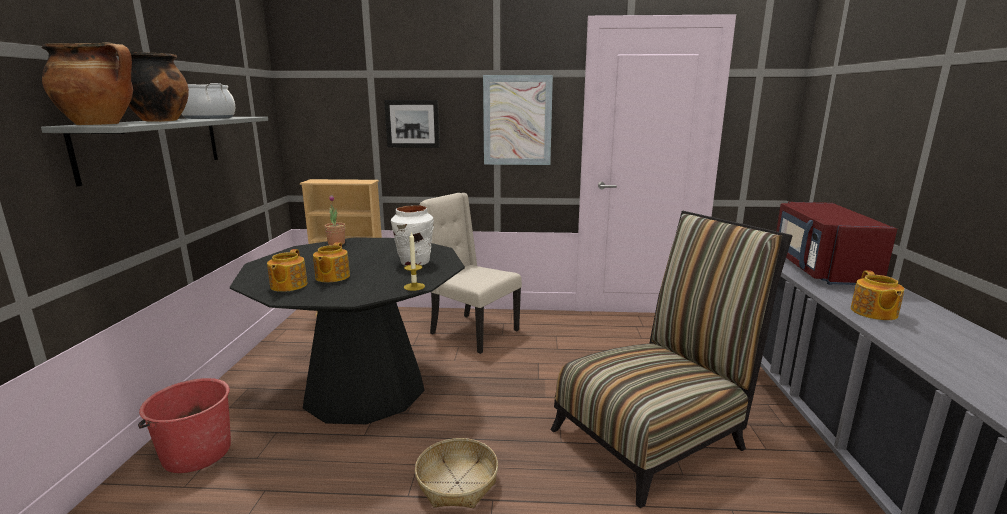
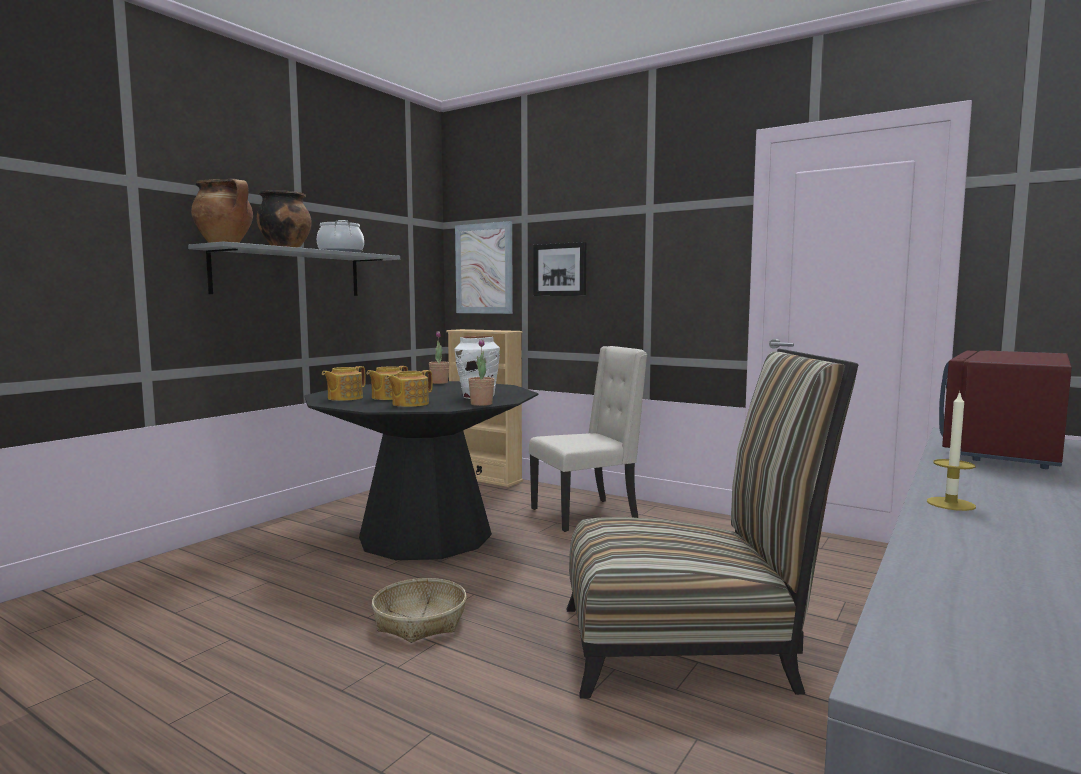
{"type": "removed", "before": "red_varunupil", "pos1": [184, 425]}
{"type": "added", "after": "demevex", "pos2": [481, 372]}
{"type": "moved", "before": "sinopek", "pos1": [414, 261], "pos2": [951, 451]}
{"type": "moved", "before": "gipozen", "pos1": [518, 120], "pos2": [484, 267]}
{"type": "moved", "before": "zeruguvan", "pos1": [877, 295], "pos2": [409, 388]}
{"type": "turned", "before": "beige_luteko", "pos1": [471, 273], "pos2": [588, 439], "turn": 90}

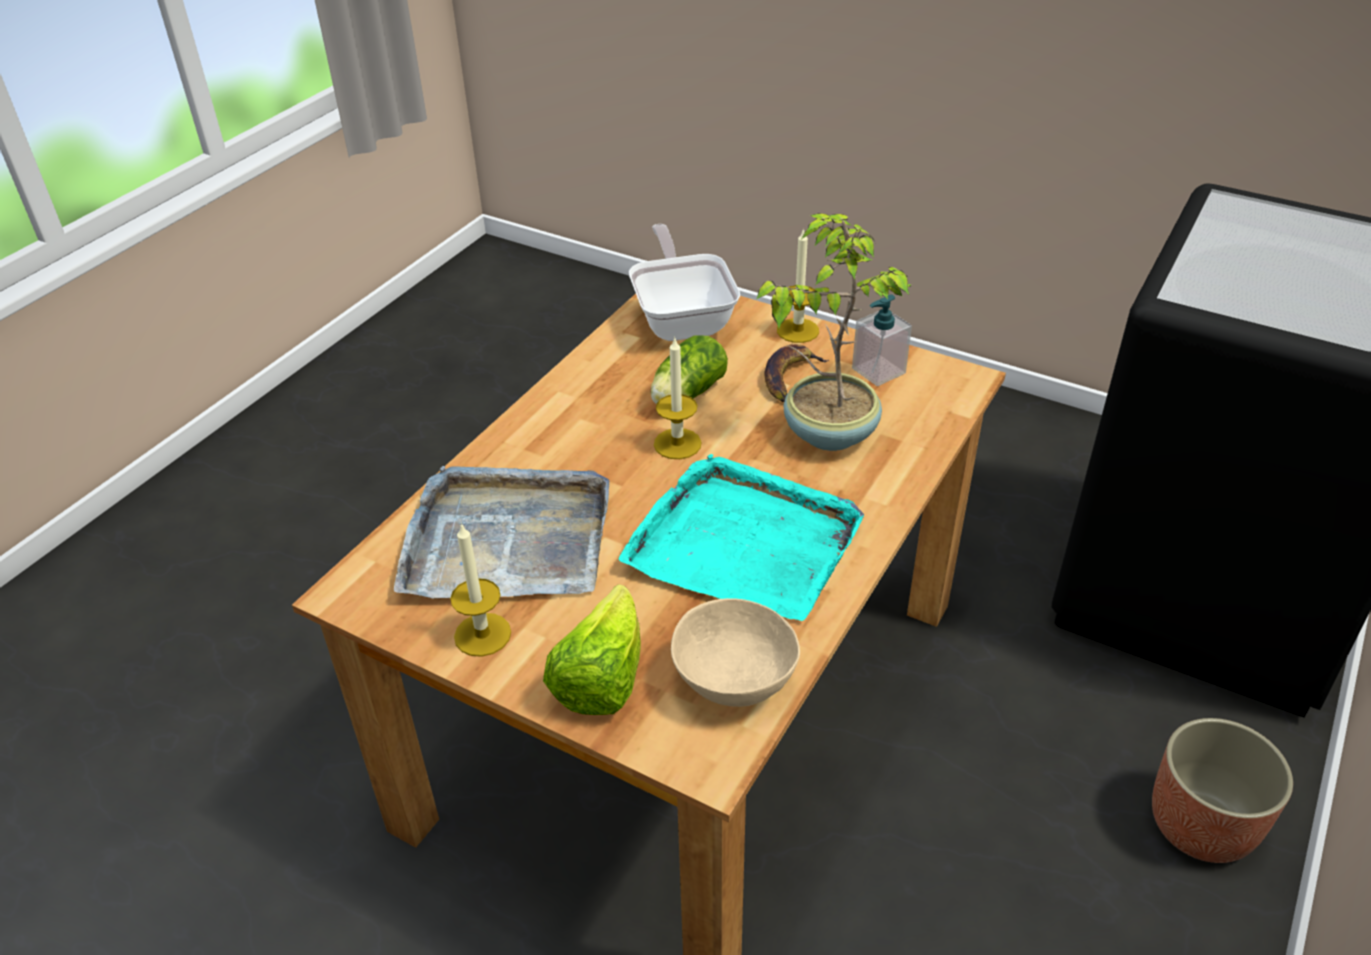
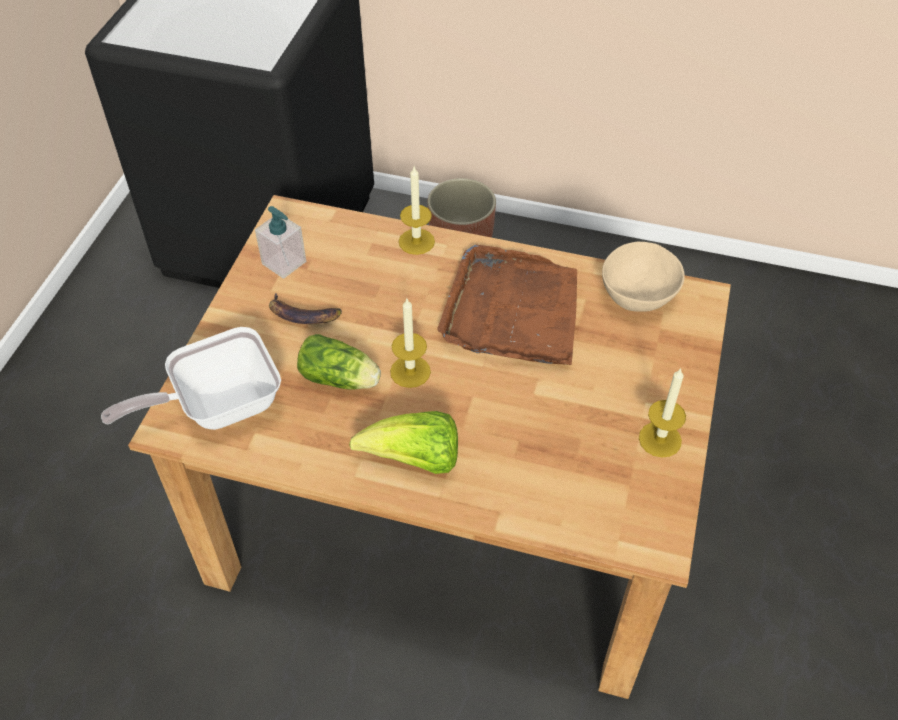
{"type": "removed", "before": "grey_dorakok", "pos1": [501, 532]}
{"type": "removed", "before": "demevex", "pos1": [833, 332]}
{"type": "moved", "before": "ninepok", "pos1": [592, 650], "pos2": [403, 442]}
{"type": "moved", "before": "sinopek", "pos1": [798, 285], "pos2": [417, 211]}
{"type": "recoloured", "before": "turquoise_dorakok", "after": "brown_dorakok", "pos1": [741, 537], "pos2": [507, 305]}

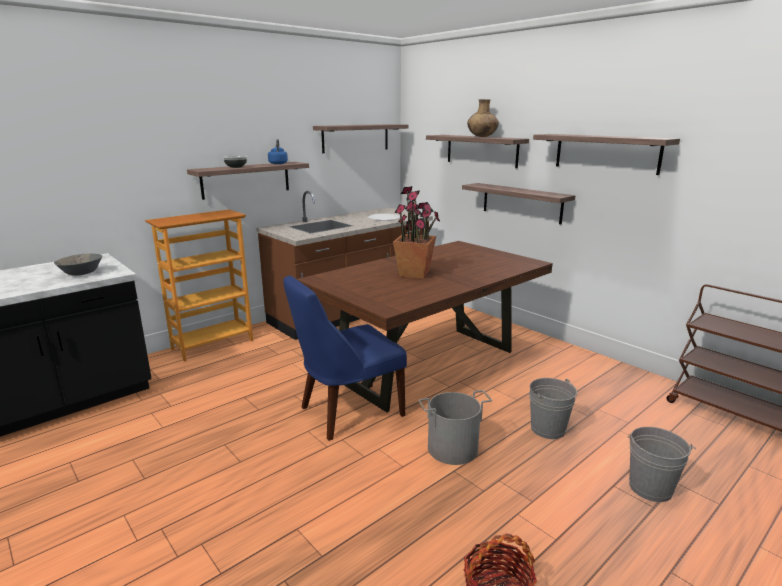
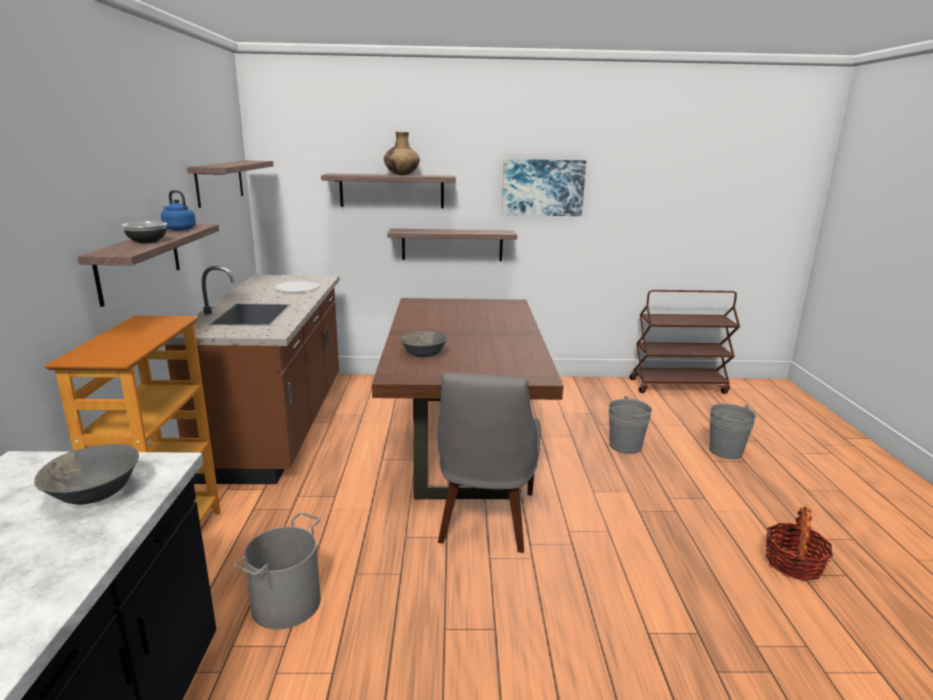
{"type": "removed", "before": "demevex", "pos1": [416, 232]}
{"type": "added", "after": "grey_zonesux", "pos2": [424, 344]}
{"type": "moved", "before": "grey_varunupil", "pos1": [455, 427], "pos2": [277, 571]}
{"type": "replaced", "before": "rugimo", "after": "gipozen", "pos1": [606, 154], "pos2": [544, 187]}
{"type": "recoloured", "before": "blue_luteko", "after": "grey_luteko", "pos1": [345, 358], "pos2": [489, 463]}

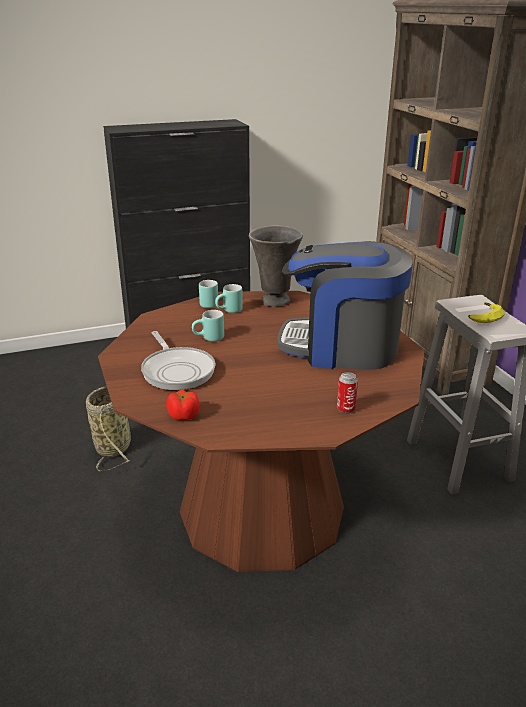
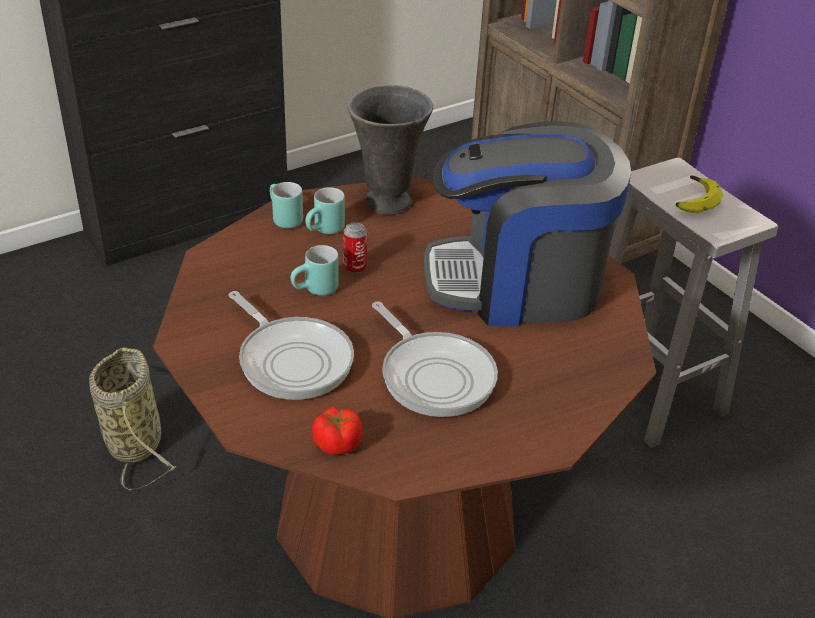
{"type": "added", "after": "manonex", "pos2": [435, 359]}
{"type": "moved", "before": "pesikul", "pos1": [347, 393], "pos2": [355, 248]}

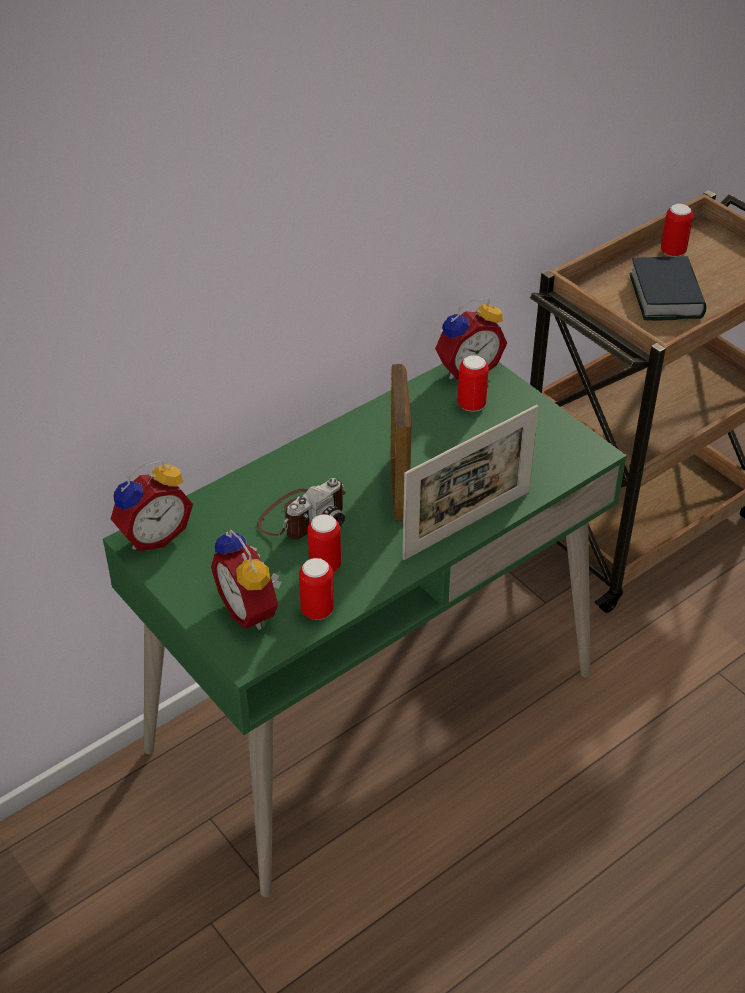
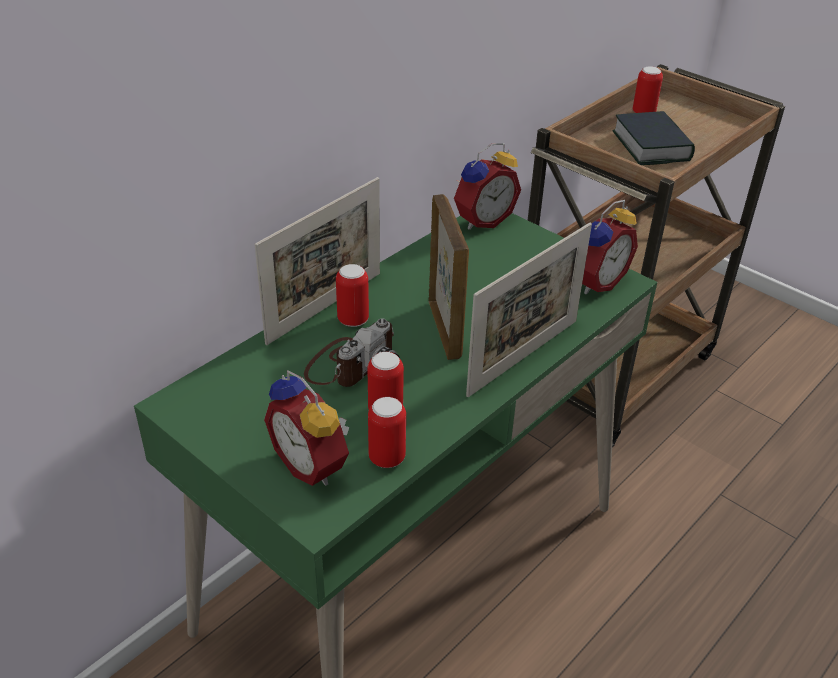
{"type": "added", "after": "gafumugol", "pos2": [317, 261]}
{"type": "moved", "before": "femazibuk", "pos1": [152, 505], "pos2": [610, 247]}
{"type": "moved", "before": "pesikul", "pos1": [473, 383], "pos2": [352, 295]}

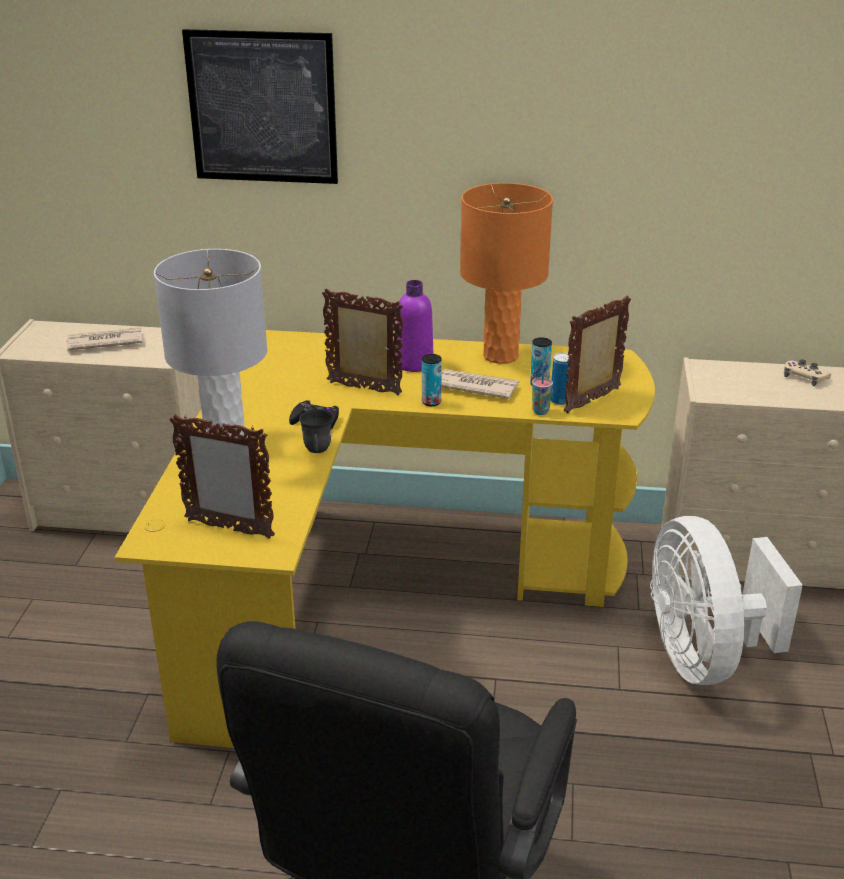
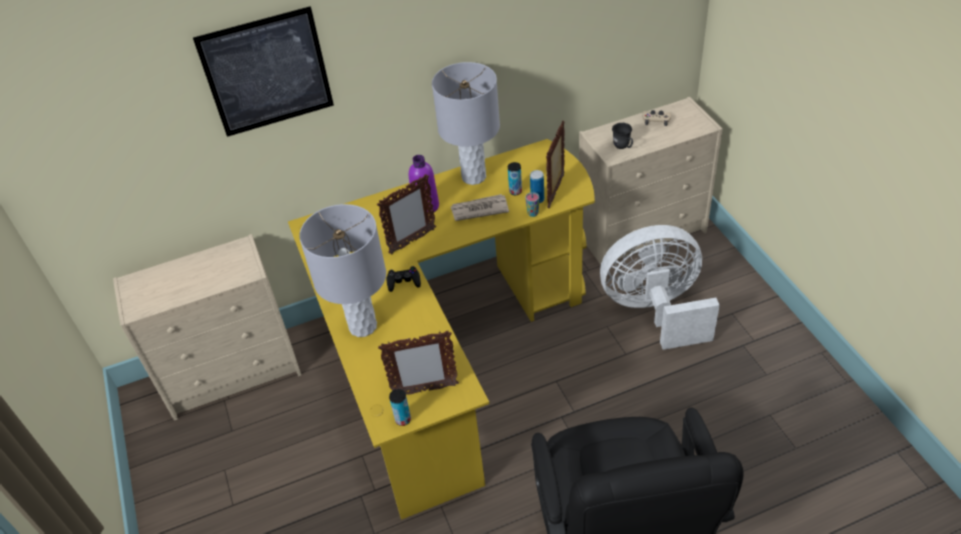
{"type": "removed", "before": "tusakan", "pos1": [104, 339]}
{"type": "moved", "before": "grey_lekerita", "pos1": [316, 431], "pos2": [622, 136]}
{"type": "moved", "before": "pesikul", "pos1": [432, 380], "pos2": [400, 407]}
{"type": "recoloured", "before": "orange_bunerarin", "after": "grey_bunerarin", "pos1": [506, 273], "pos2": [466, 123]}
{"type": "turned", "before": "gafumugol", "pos1": [362, 342], "pos2": [406, 214], "turn": 150}
{"type": "turned", "before": "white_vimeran", "pos1": [726, 600], "pos2": [660, 287], "turn": 120}

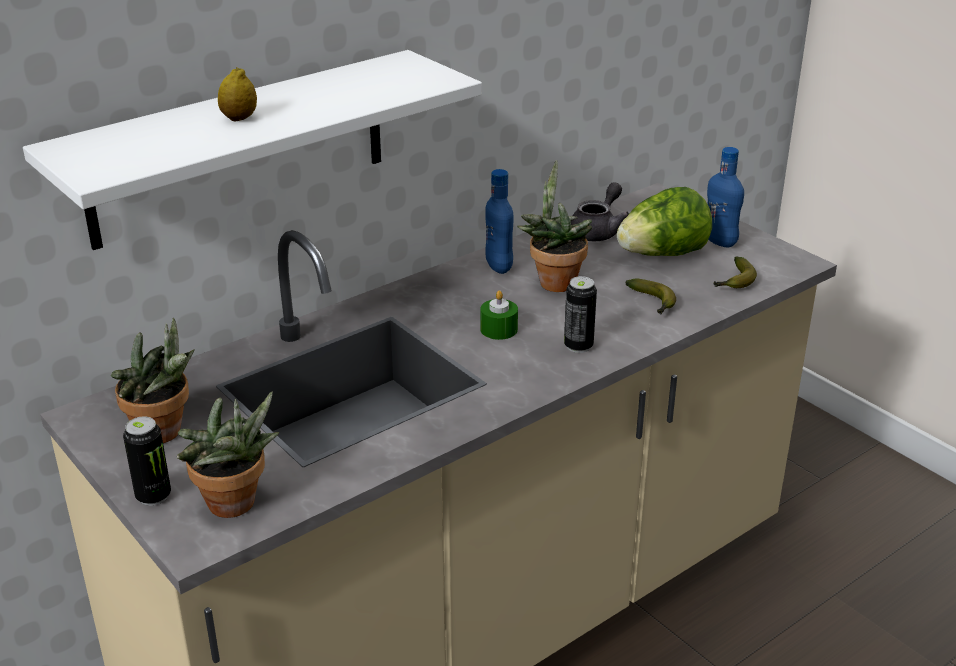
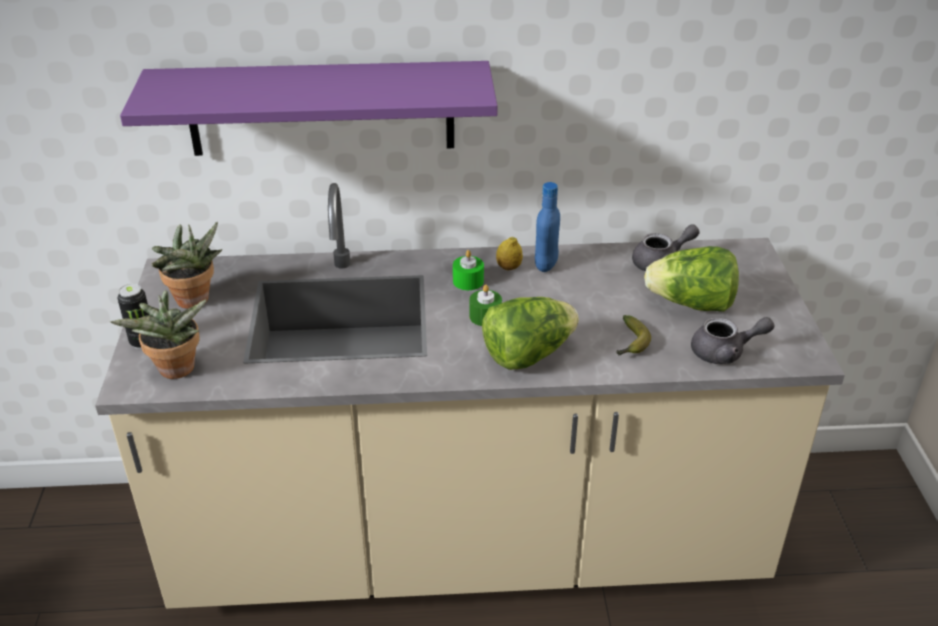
{"type": "removed", "before": "demevex", "pos1": [554, 226]}
{"type": "removed", "before": "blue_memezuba", "pos1": [725, 197]}
{"type": "added", "after": "green_sinopek", "pos2": [468, 270]}
{"type": "moved", "before": "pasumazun", "pos1": [237, 94], "pos2": [509, 254]}
{"type": "replaced", "before": "pesikul", "after": "ninepok", "pos1": [580, 314], "pos2": [530, 333]}
{"type": "replaced", "before": "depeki", "after": "grey_zeruguvan", "pos1": [735, 272], "pos2": [733, 340]}
{"type": "recoloured", "before": "white_rugimo", "after": "purple_rugimo", "pos1": [252, 150], "pos2": [309, 108]}

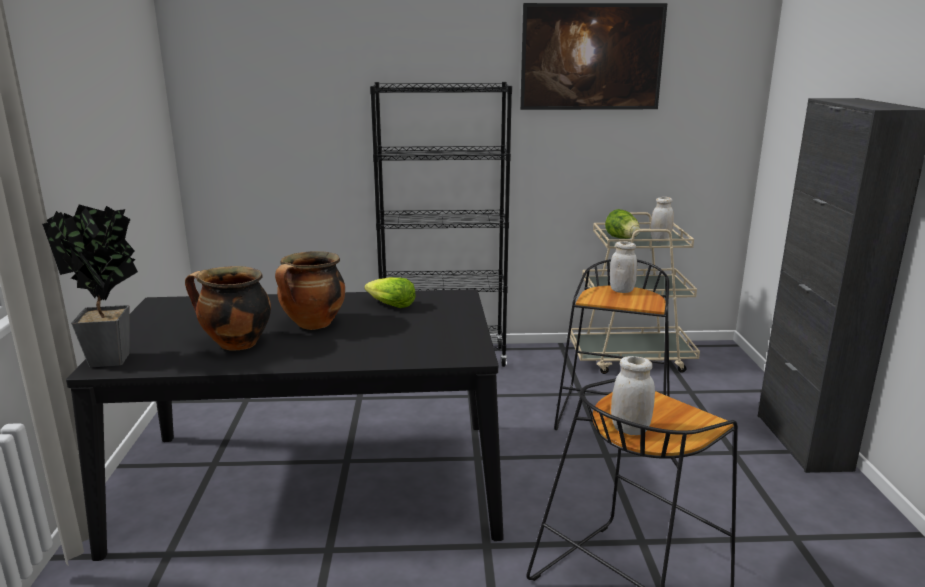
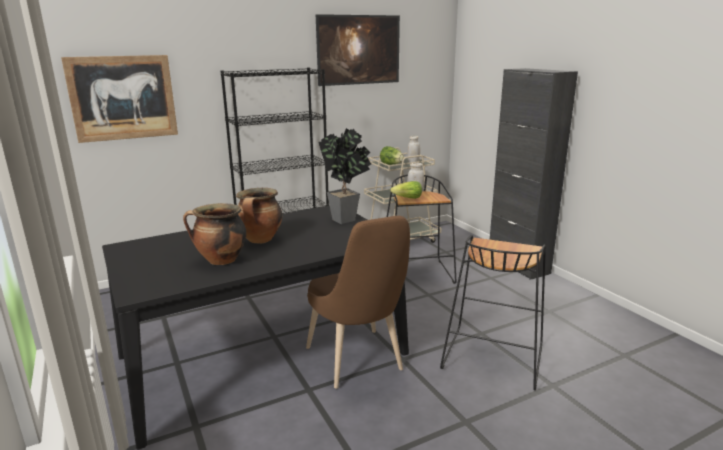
{"type": "removed", "before": "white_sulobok", "pos1": [633, 395]}
{"type": "added", "after": "gipozen", "pos2": [119, 99]}
{"type": "added", "after": "brown_luteko", "pos2": [358, 302]}
{"type": "moved", "before": "demevex", "pos1": [90, 286], "pos2": [344, 176]}
{"type": "moved", "before": "ninepok", "pos1": [390, 292], "pos2": [406, 190]}

